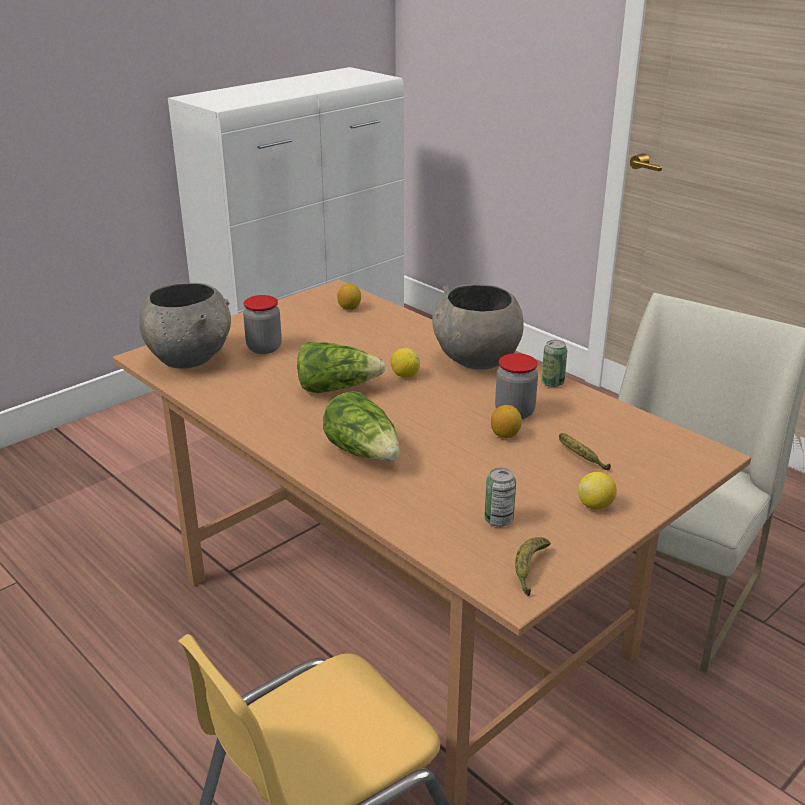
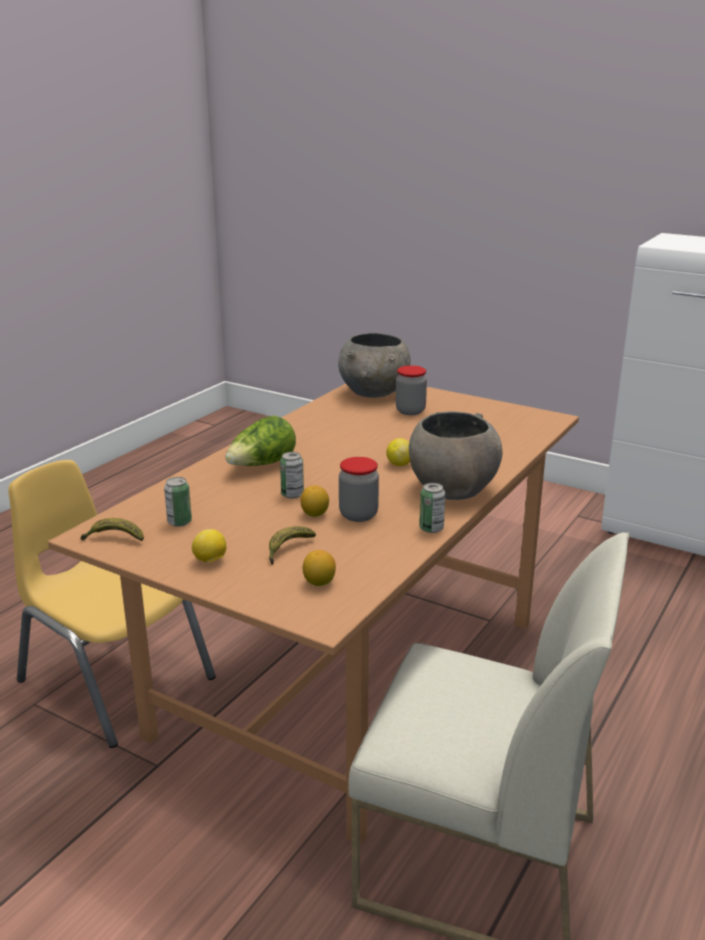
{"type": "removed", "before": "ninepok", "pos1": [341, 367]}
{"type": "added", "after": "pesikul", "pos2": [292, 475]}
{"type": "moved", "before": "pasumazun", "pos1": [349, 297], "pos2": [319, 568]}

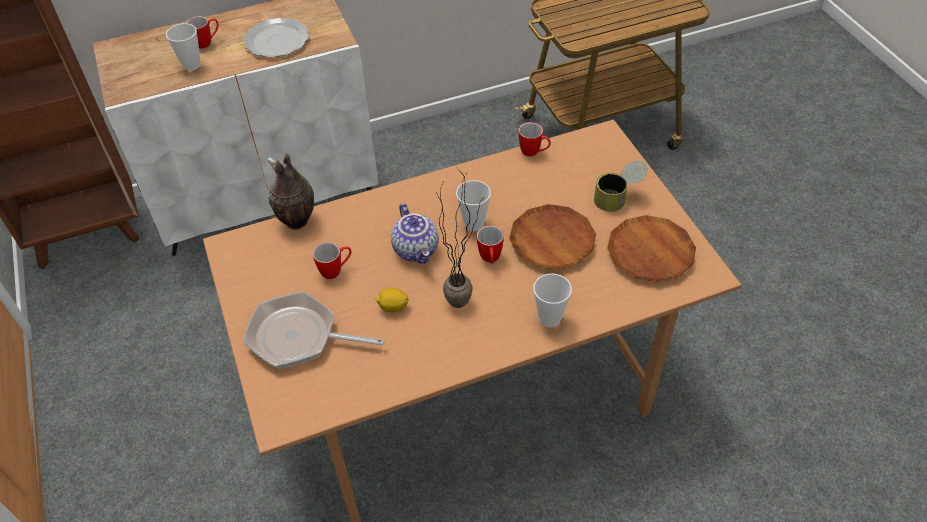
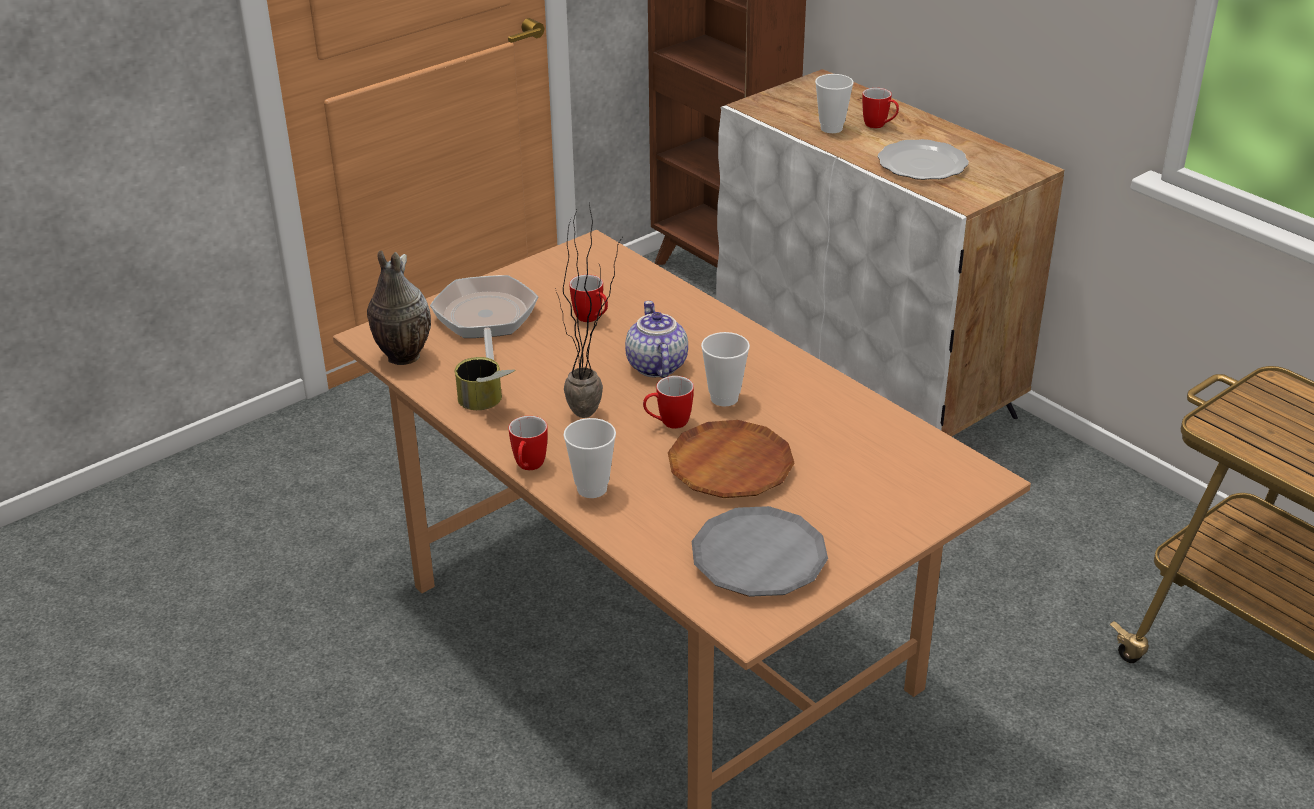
{"type": "removed", "before": "pasumazun", "pos1": [392, 300]}
{"type": "moved", "before": "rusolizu", "pos1": [291, 191], "pos2": [399, 308]}
{"type": "moved", "before": "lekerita", "pos1": [535, 139], "pos2": [528, 443]}
{"type": "moved", "before": "pesikul", "pos1": [621, 186], "pos2": [485, 383]}
{"type": "recoloured", "before": "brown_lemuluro", "after": "grey_lemuluro", "pos1": [651, 248], "pos2": [759, 551]}
{"type": "turned", "before": "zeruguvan", "pos1": [415, 233], "pos2": [656, 339], "turn": 120}

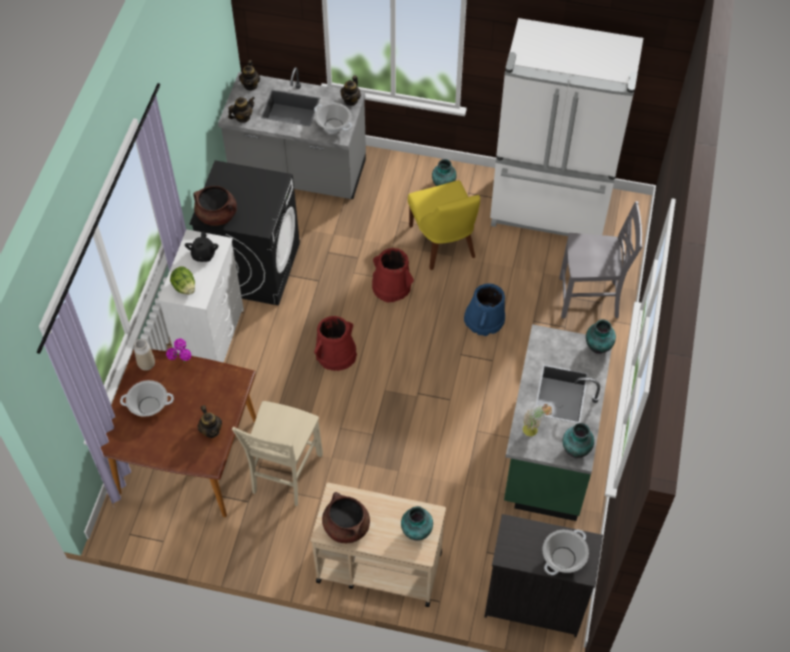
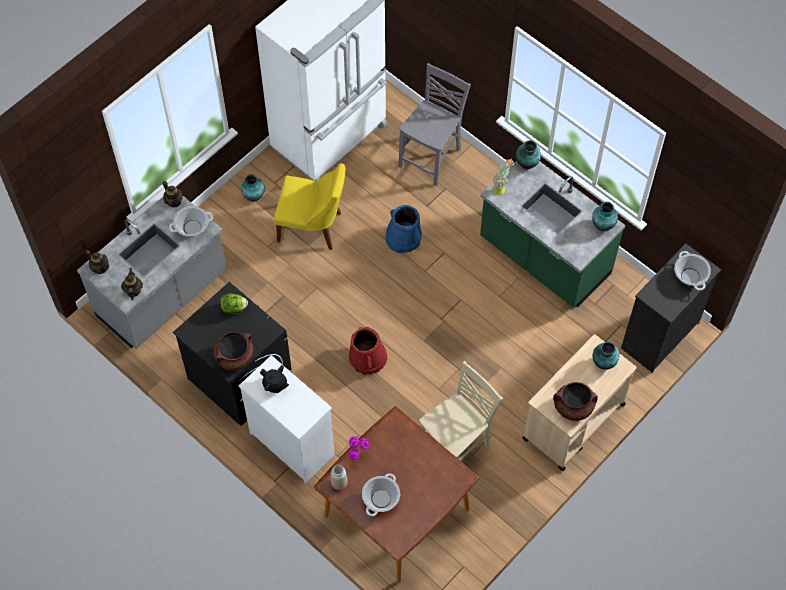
{"type": "removed", "before": "zeruguvan", "pos1": [210, 421]}
{"type": "removed", "before": "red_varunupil", "pos1": [393, 275]}
{"type": "moved", "before": "ninepok", "pos1": [182, 280], "pos2": [234, 303]}
{"type": "moved", "before": "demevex", "pos1": [537, 420], "pos2": [503, 177]}
{"type": "turned", "before": "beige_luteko", "pos1": [277, 453], "pos2": [461, 411], "turn": -90}

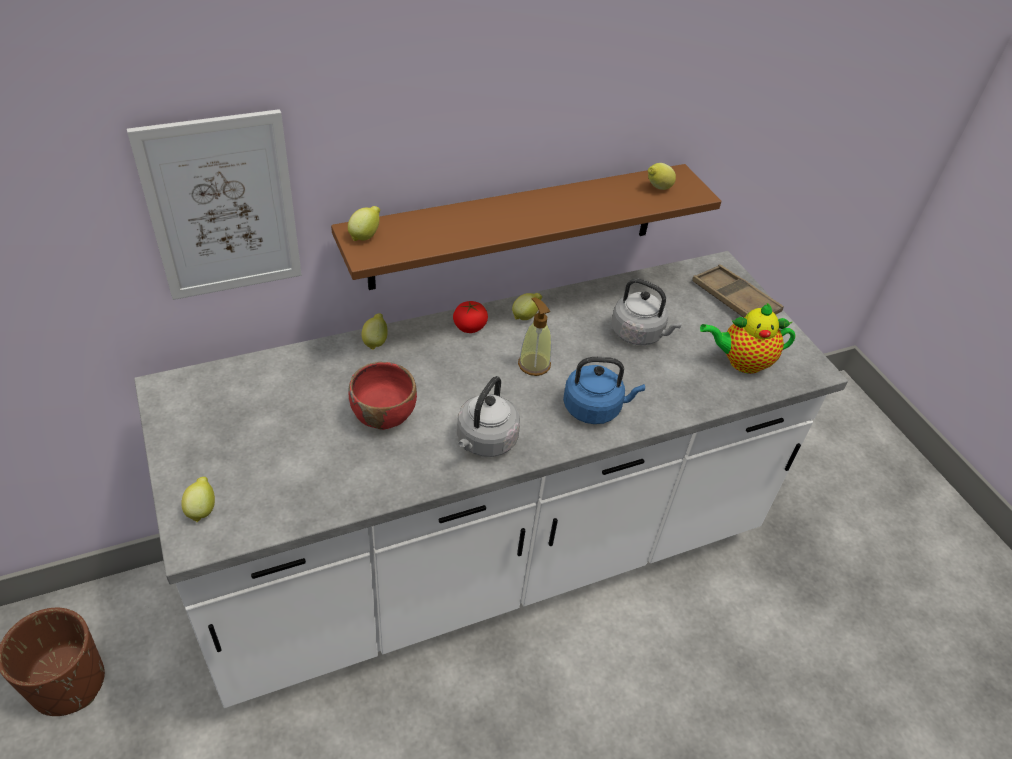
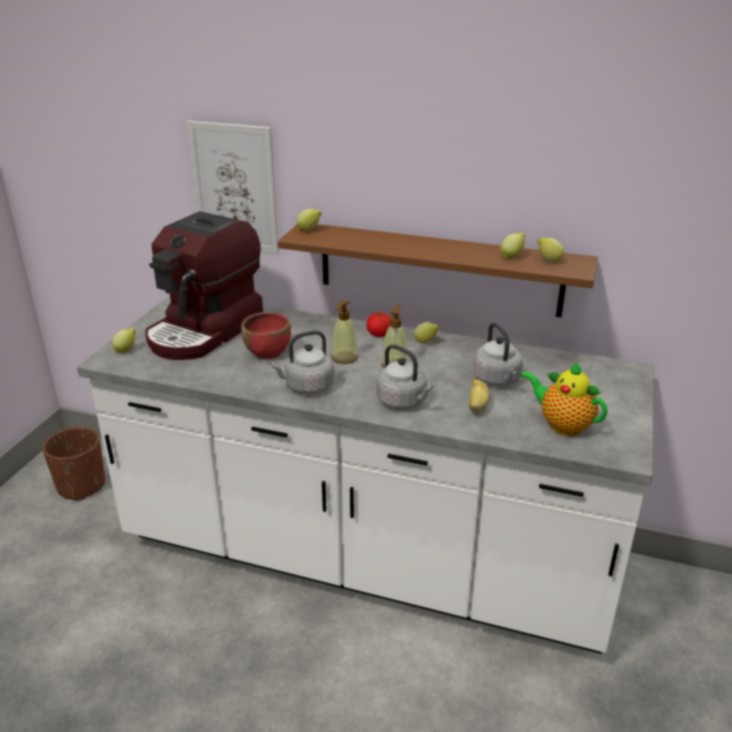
{"type": "removed", "before": "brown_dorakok", "pos1": [738, 291]}
{"type": "added", "after": "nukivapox", "pos2": [204, 285]}
{"type": "added", "after": "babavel", "pos2": [344, 332]}
{"type": "added", "after": "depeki", "pos2": [479, 394]}
{"type": "moved", "before": "pasumazun", "pos1": [375, 331], "pos2": [512, 246]}
{"type": "recoloured", "before": "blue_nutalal", "after": "grey_nutalal", "pos1": [604, 390], "pos2": [404, 376]}

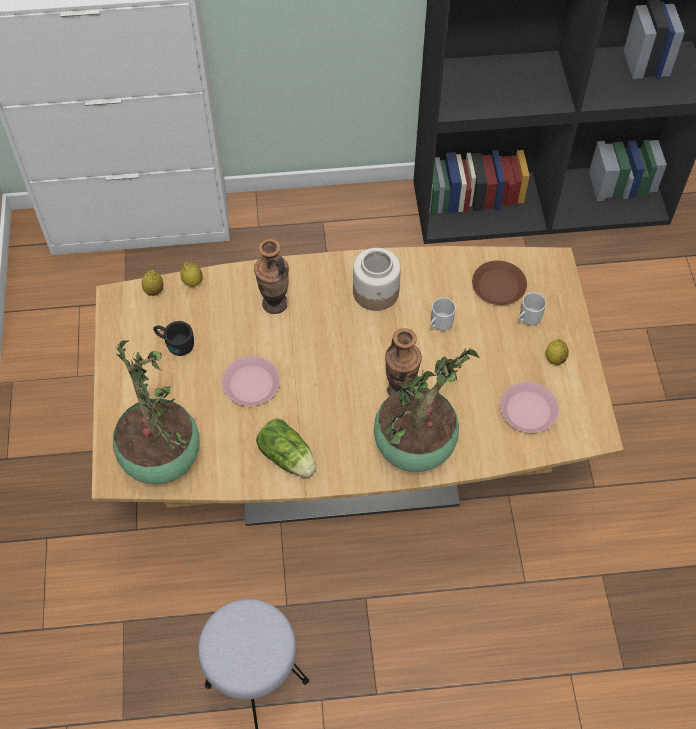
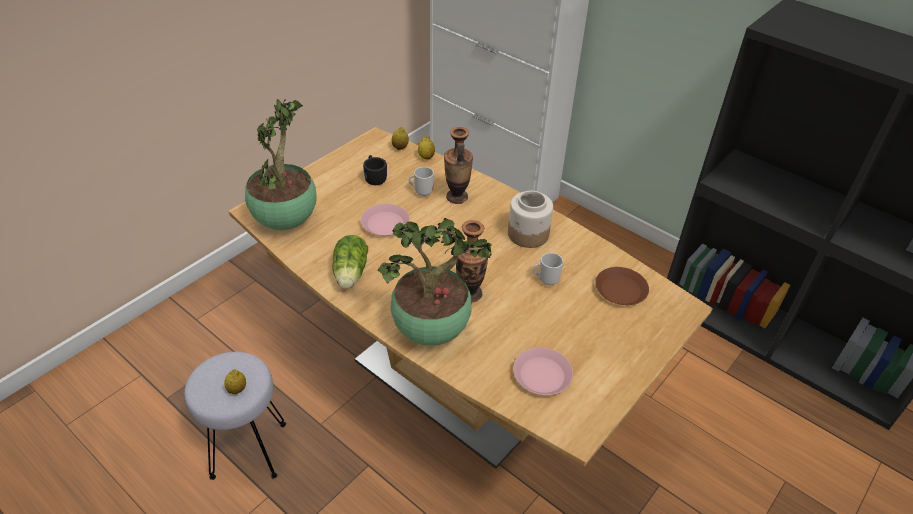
{"type": "moved", "before": "lekerita", "pos1": [532, 309], "pos2": [421, 181]}
{"type": "moved", "before": "pasumazun", "pos1": [557, 351], "pos2": [235, 381]}

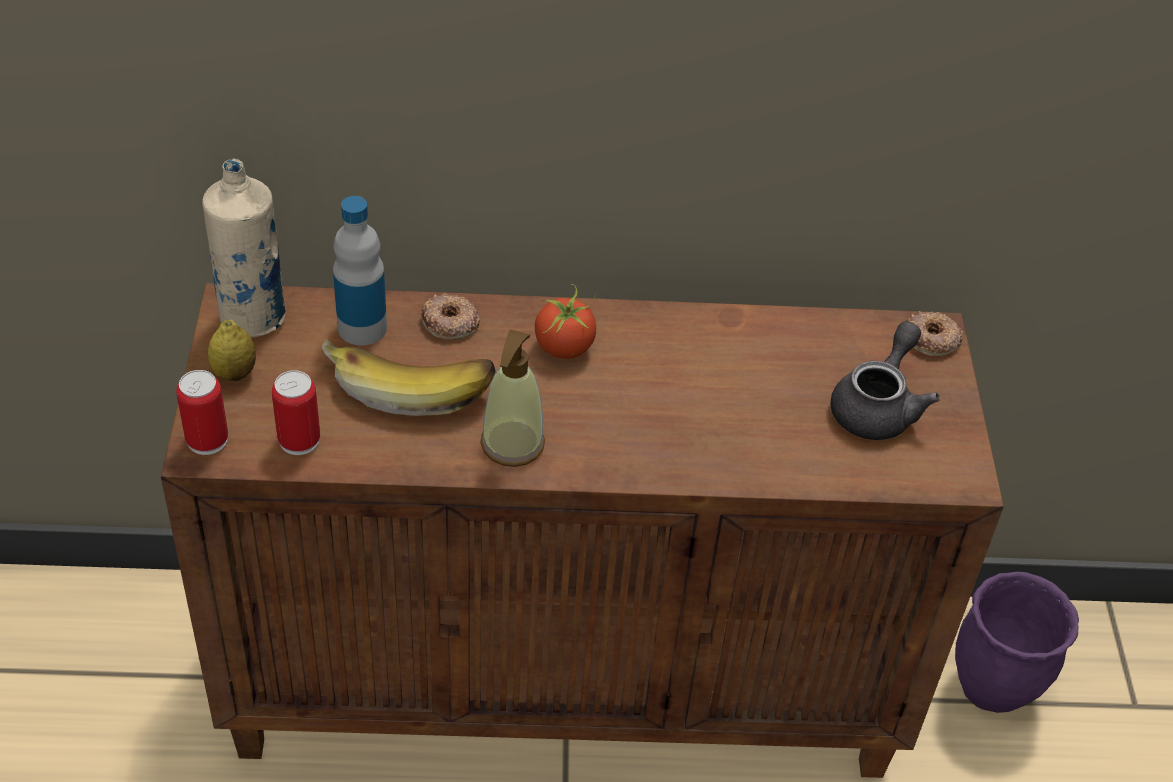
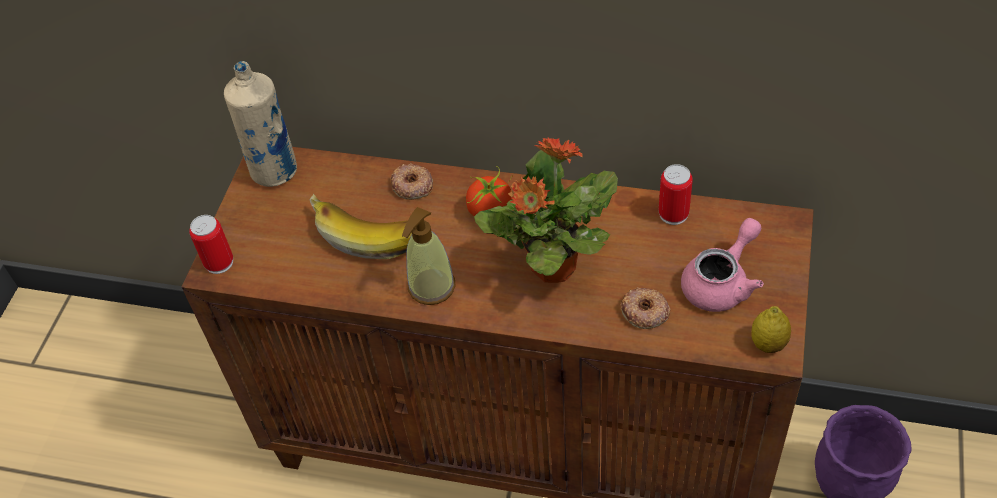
{"type": "removed", "before": "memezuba", "pos1": [360, 270]}
{"type": "added", "after": "demevex", "pos2": [546, 210]}
{"type": "moved", "before": "pasumazun", "pos1": [232, 350], "pos2": [771, 329]}
{"type": "moved", "before": "pesikul", "pos1": [296, 412], "pos2": [676, 194]}
{"type": "moved", "before": "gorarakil", "pos1": [934, 333], "pos2": [646, 308]}
{"type": "recoloured", "before": "grey_zeruguvan", "after": "pink_zeruguvan", "pos1": [885, 380], "pos2": [722, 265]}

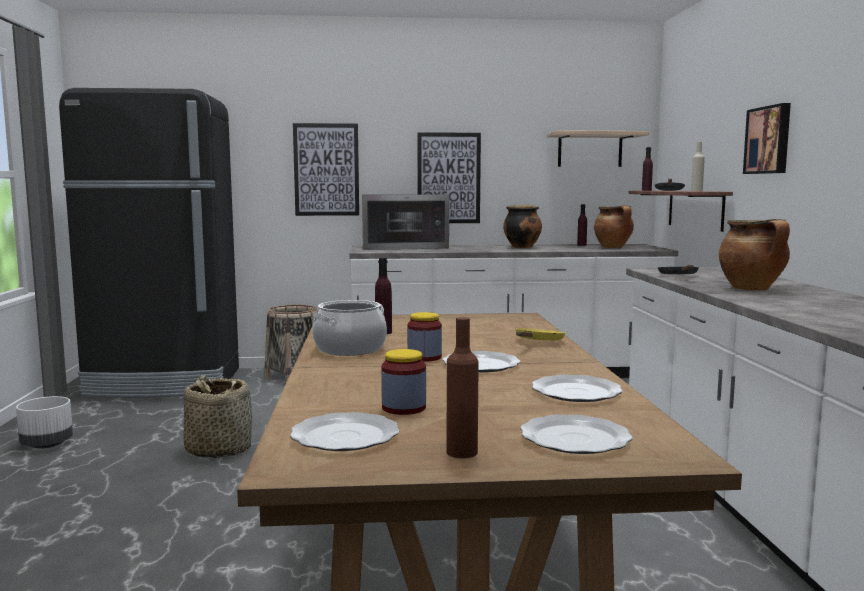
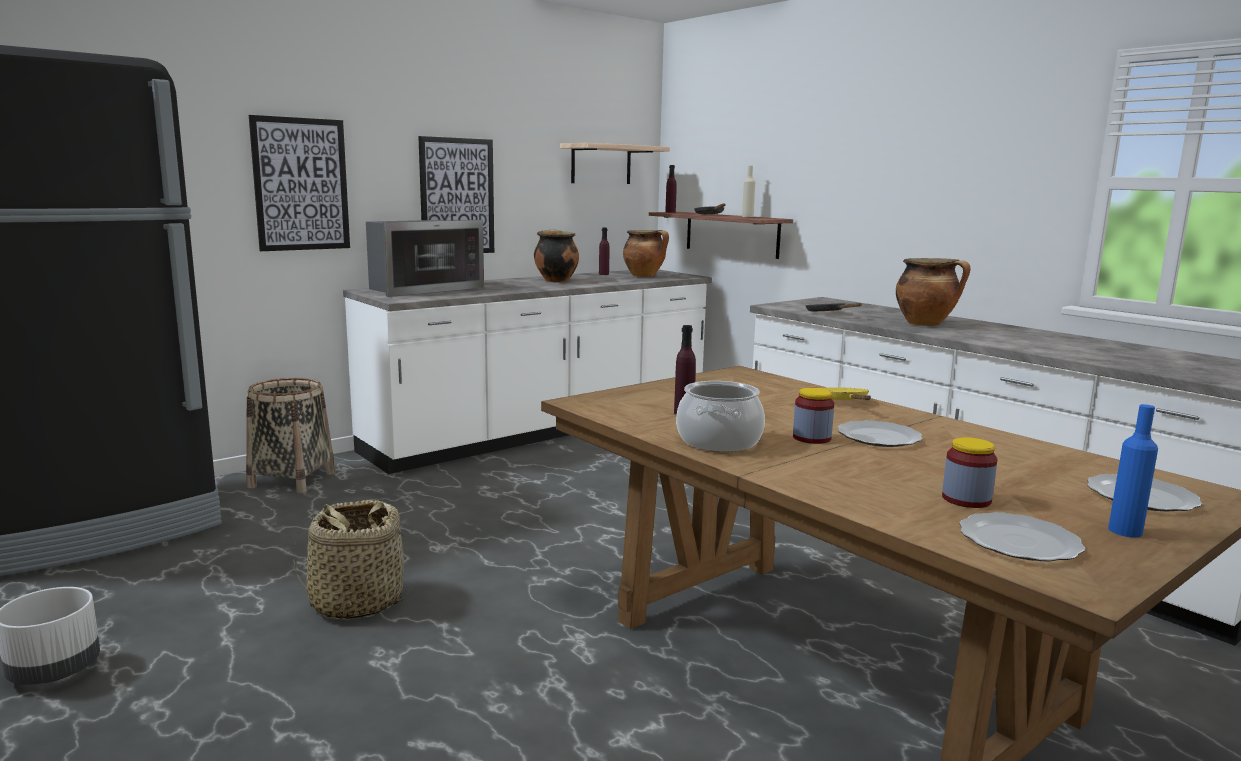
{"type": "removed", "before": "lemuluro", "pos1": [577, 388]}
{"type": "removed", "before": "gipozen", "pos1": [767, 138]}
{"type": "recoloured", "before": "brown_memezuba", "after": "blue_memezuba", "pos1": [463, 387], "pos2": [1133, 471]}

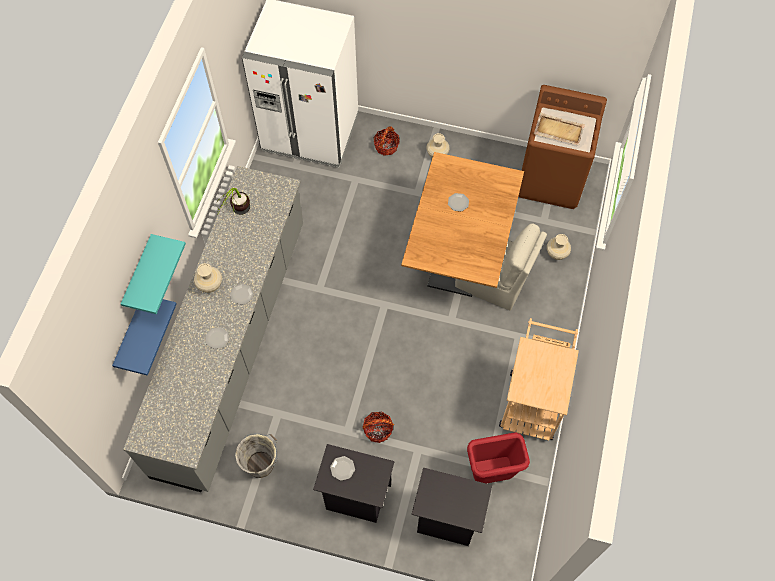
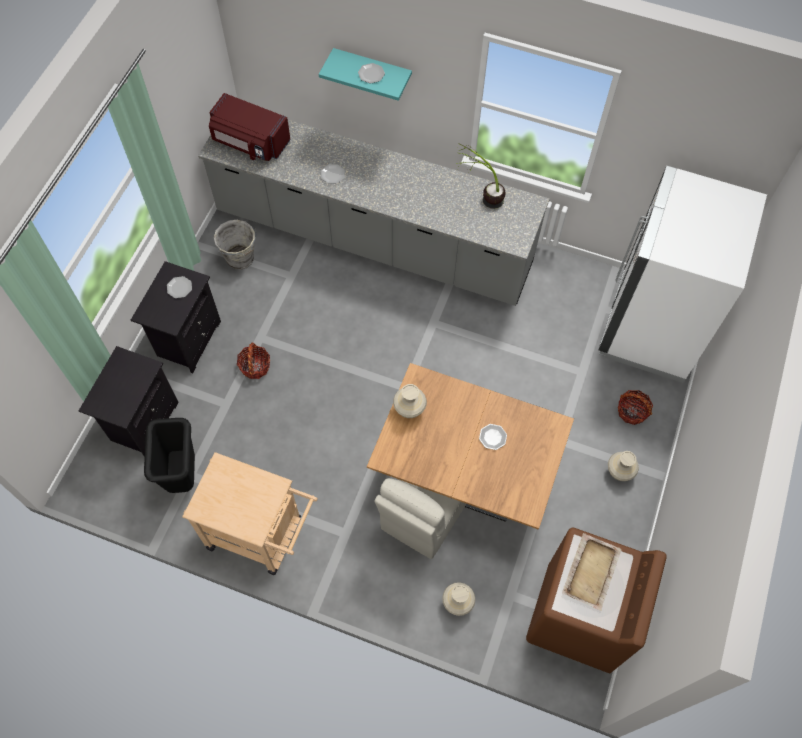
{"type": "removed", "before": "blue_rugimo", "pos1": [144, 337]}
{"type": "added", "after": "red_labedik", "pos2": [250, 127]}
{"type": "moved", "before": "beige_rusolizu", "pos1": [208, 278], "pos2": [410, 401]}
{"type": "moved", "before": "lemuluro", "pos1": [242, 294], "pos2": [371, 73]}
{"type": "recoloured", "before": "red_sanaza", "after": "black_sanaza", "pos1": [498, 458], "pos2": [169, 455]}

